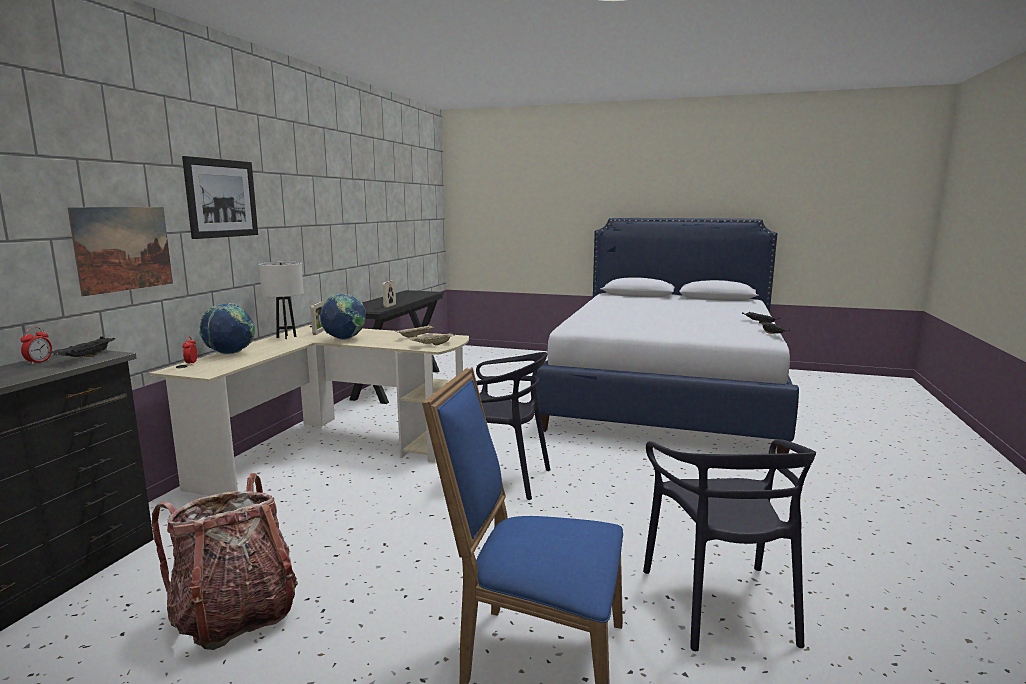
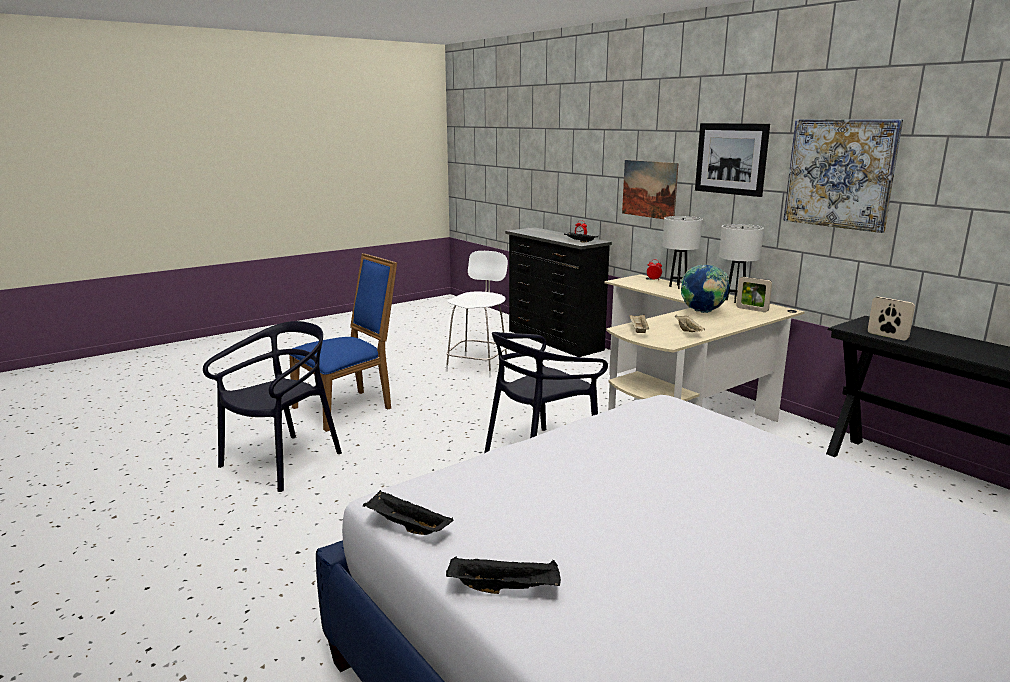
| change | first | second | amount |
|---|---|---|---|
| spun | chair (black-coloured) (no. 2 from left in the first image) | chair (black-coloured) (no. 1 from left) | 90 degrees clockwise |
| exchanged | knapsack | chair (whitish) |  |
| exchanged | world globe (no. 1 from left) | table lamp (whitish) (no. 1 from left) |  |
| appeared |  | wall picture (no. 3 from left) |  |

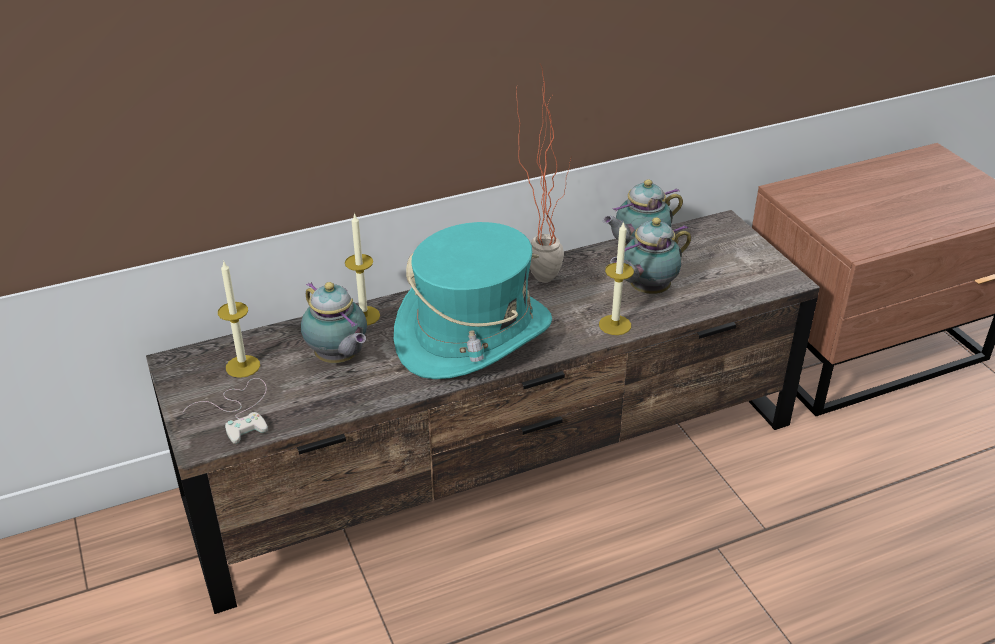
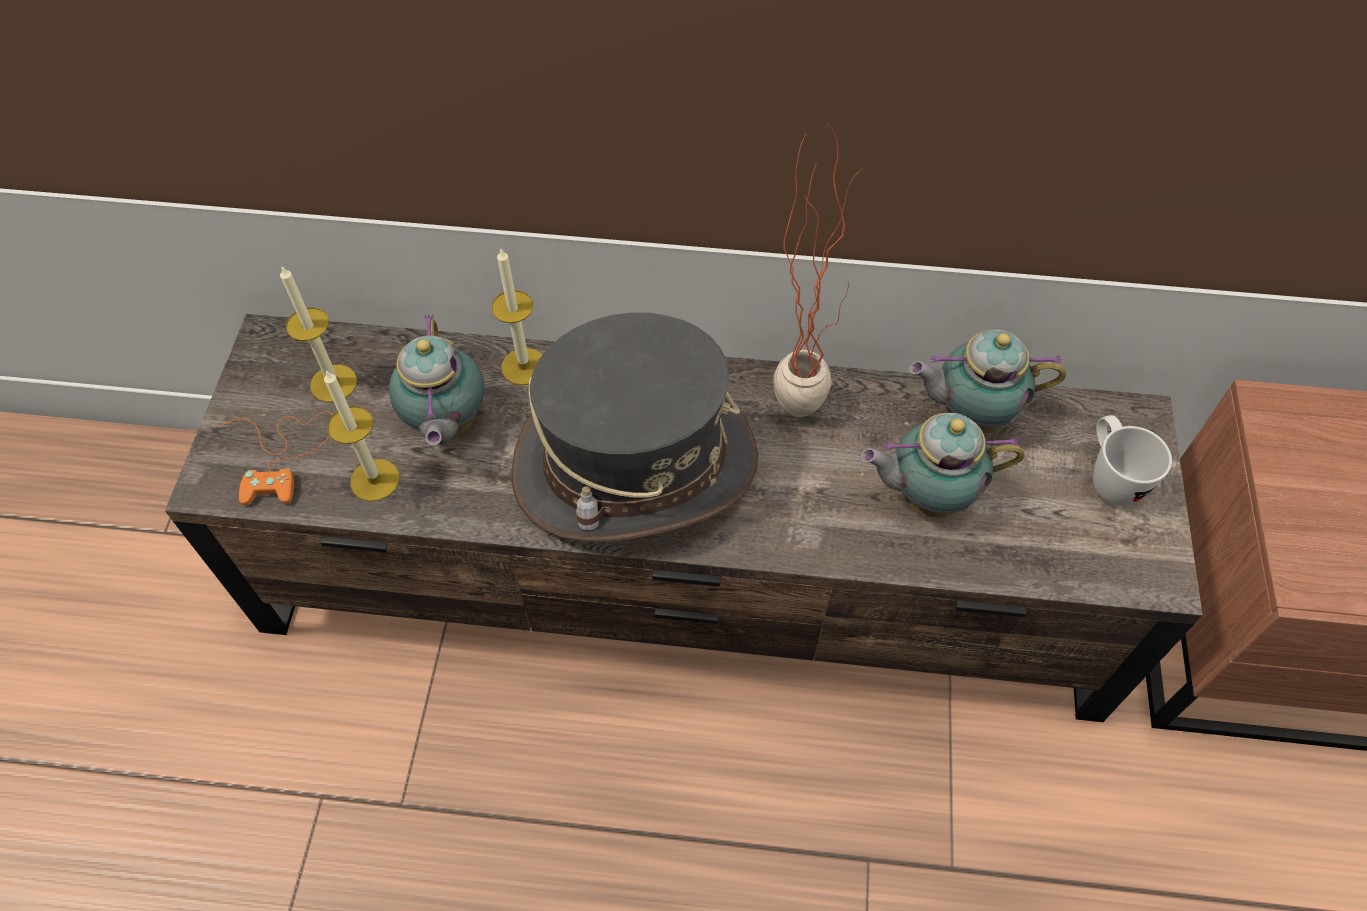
| change | first | second | amount |
|---|---|---|---|
| colour | gamepad (whitish) | gamepad (orange-coloured) |  |
| relocated | wax light (no. 3 from left in the first image) | wax light (no. 2 from left) |  |
| colour | hat (blue-green) | hat (greyish) |  |
| appeared |  | coffee mug (whitish) |  |

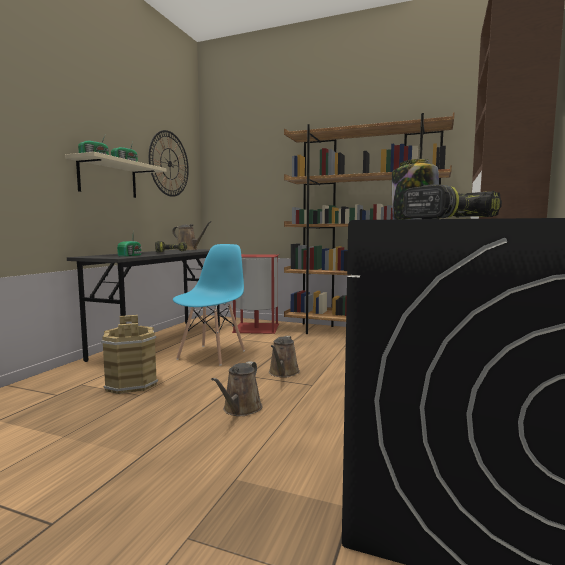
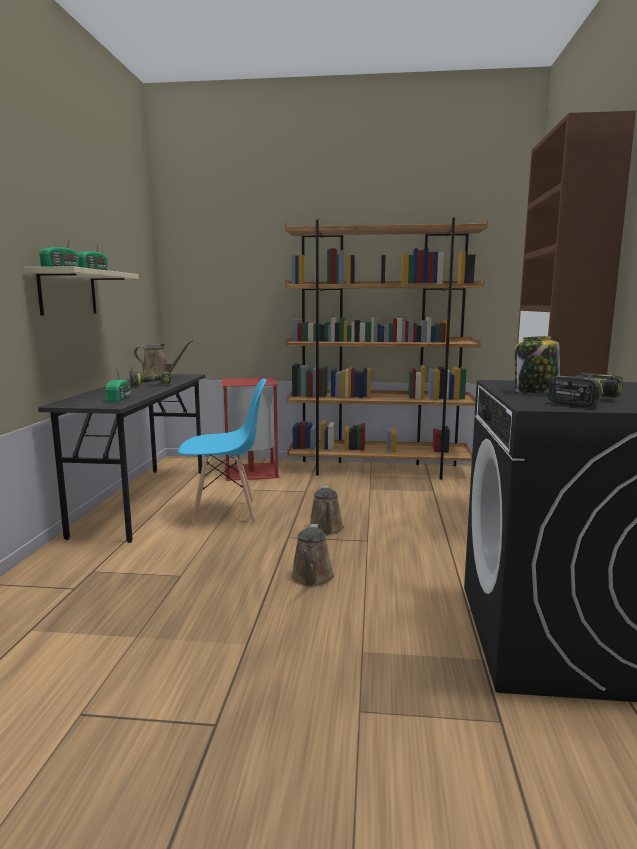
| change | first | second | amount |
|---|---|---|---|
| spun | chair (blue-coloured) |  | 75 degrees clockwise |
| missing | pail (brown) |  |  |
| missing | wall clock |  |  |

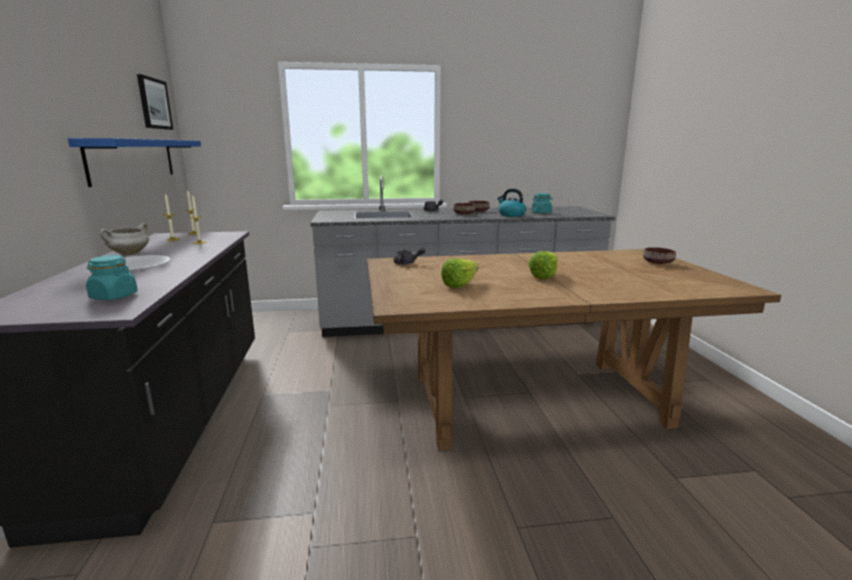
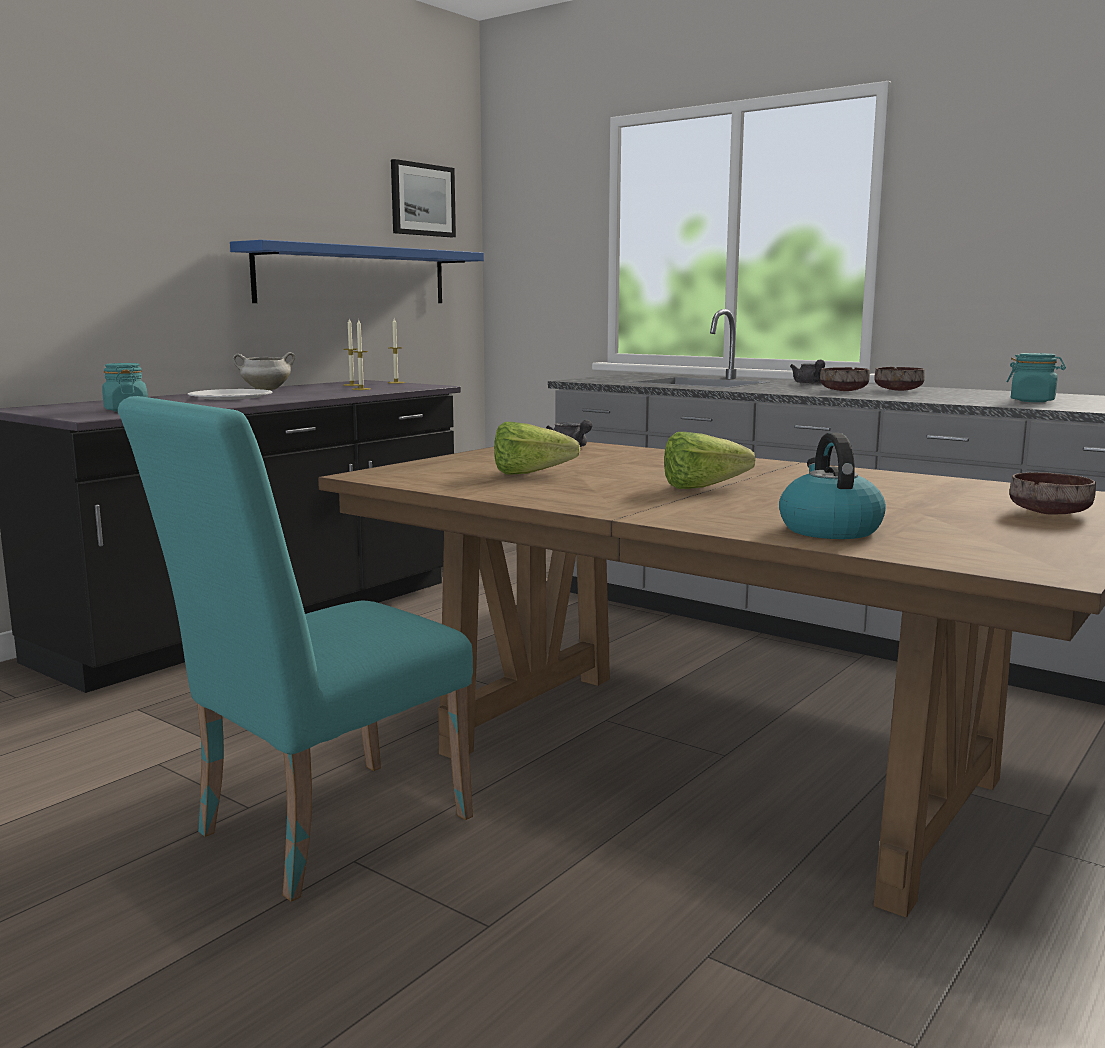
| change | first | second | amount |
|---|---|---|---|
| appeared |  | chair (blue-green) |  |
| relocated | tea kettle |  |  |

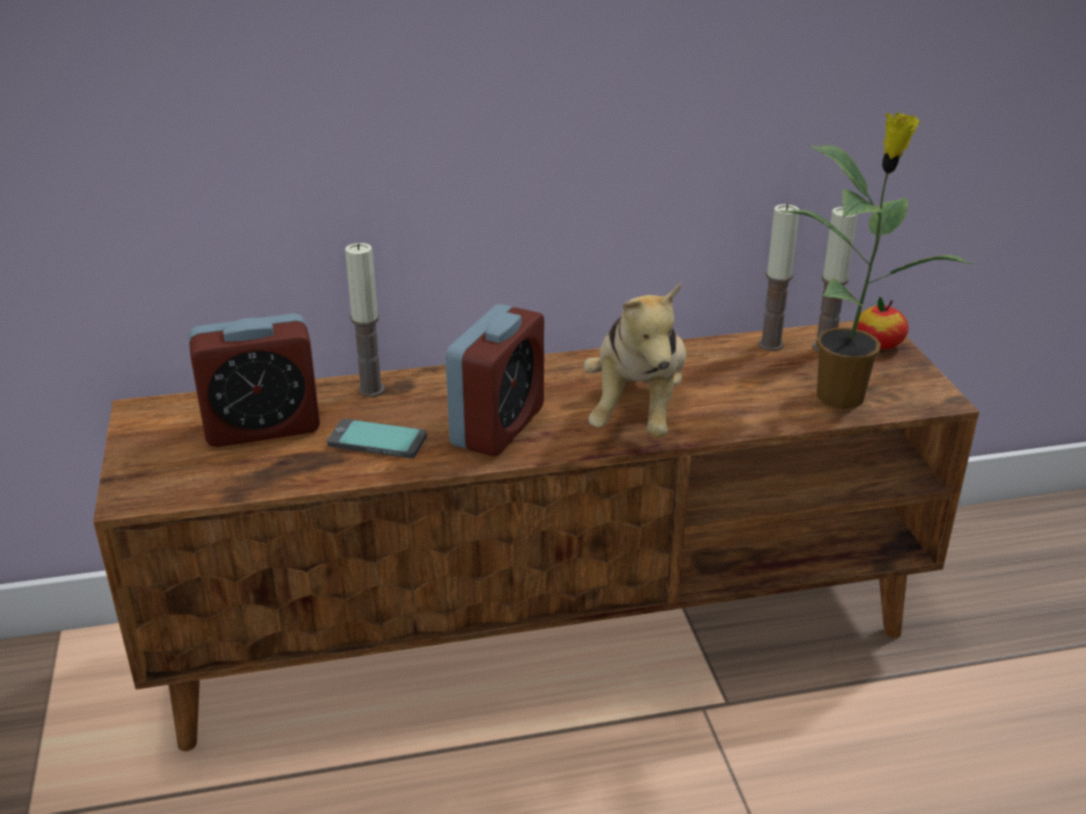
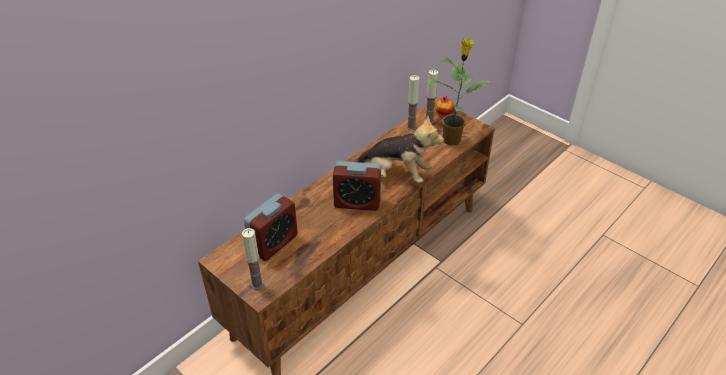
| change | first | second | amount |
|---|---|---|---|
| relocated | wax light (no. 1 from left) |  |  |
| spun | table clock (no. 2 from left) |  | 105 degrees clockwise |
| spun | soft toy |  | 45 degrees counterclockwise |
| missing | telephone |  |  |

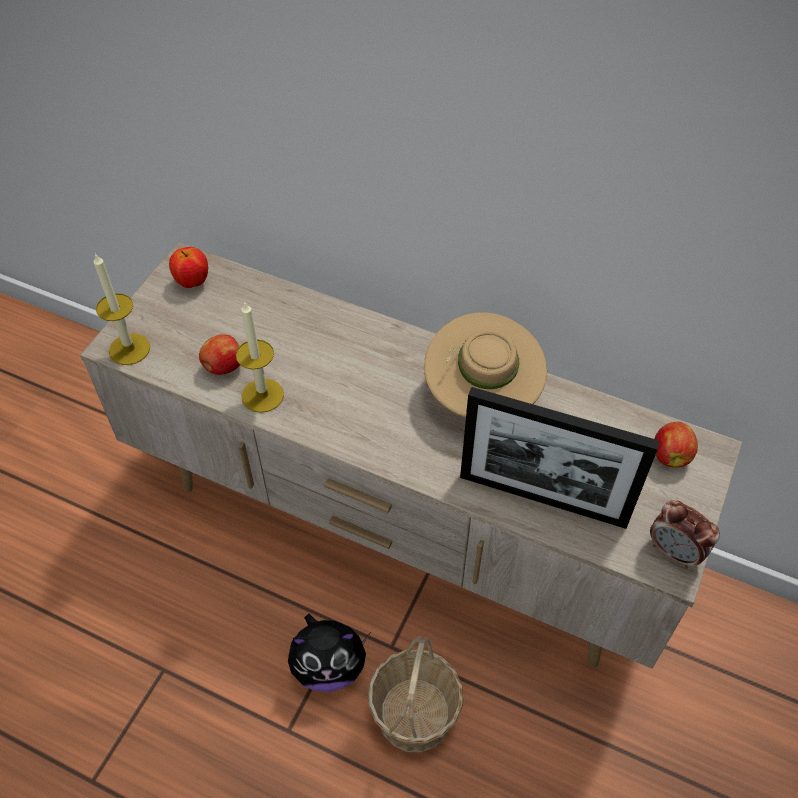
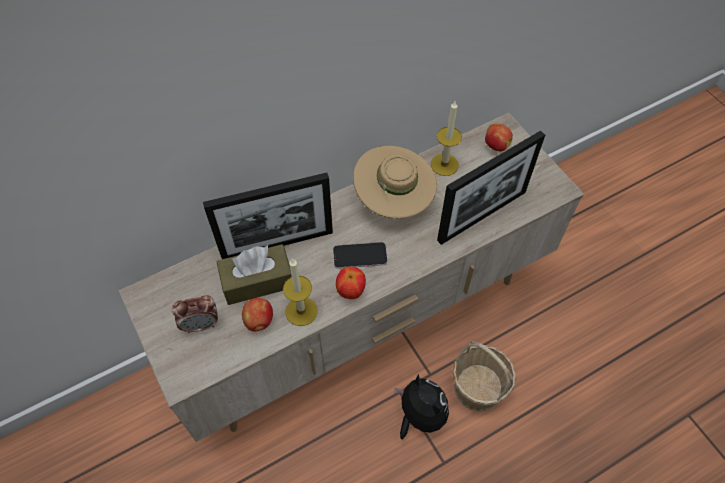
| change | first | second | amount |
|---|---|---|---|
| relocated | table clock |  |  |
| appeared |  | standing frame (no. 1 from left) |  |
| appeared |  | tissue box (brown) |  |
| appeared |  | telephone |  |
| relocated | whole apple (no. 1 from left in the first image) | whole apple (no. 2 from left) |  |
| spun | soft toy |  | 60 degrees counterclockwise |
| relocated | wax light (no. 1 from left in the first image) | wax light (no. 2 from left) |  |

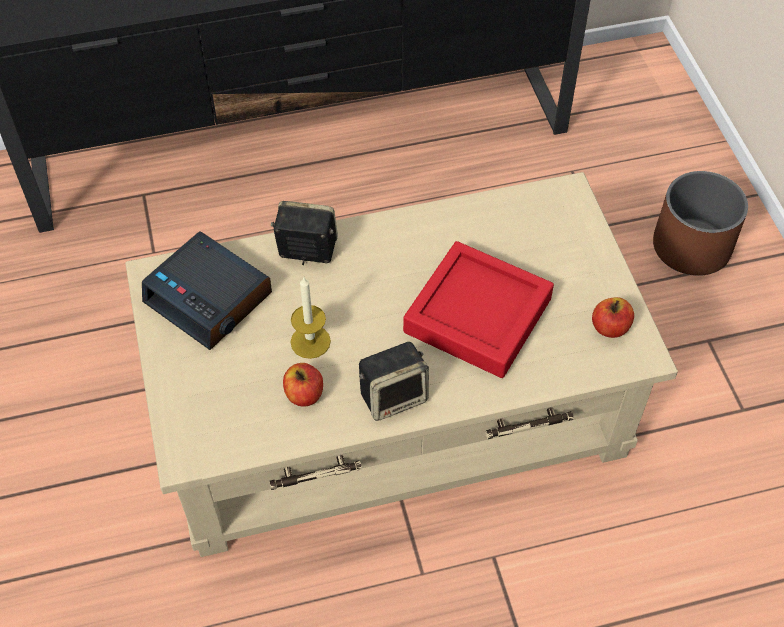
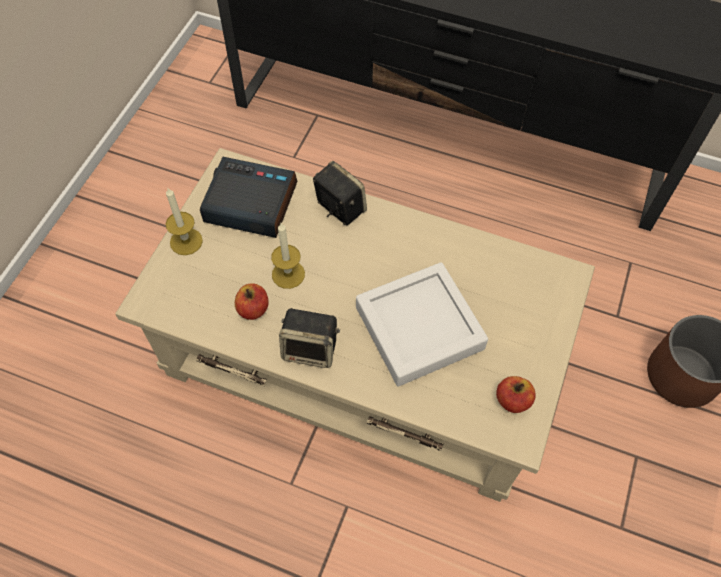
| change | first | second | amount |
|---|---|---|---|
| appeared |  | wax light (no. 1 from left) |  |
| spun | table clock |  | 120 degrees clockwise |
| colour | carrying tray (reddish) | carrying tray (whitish) |  |

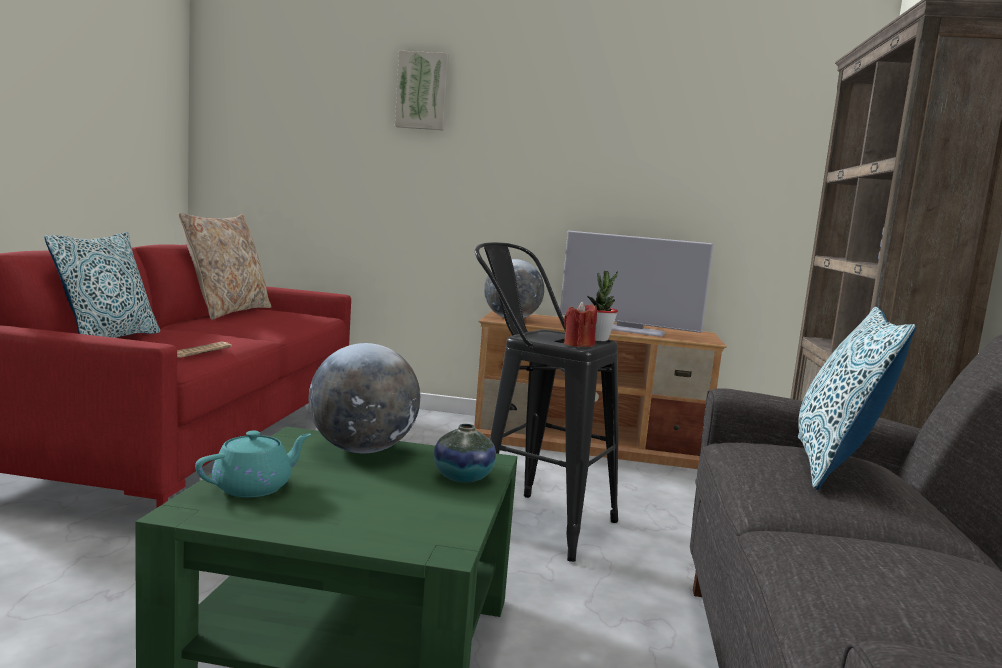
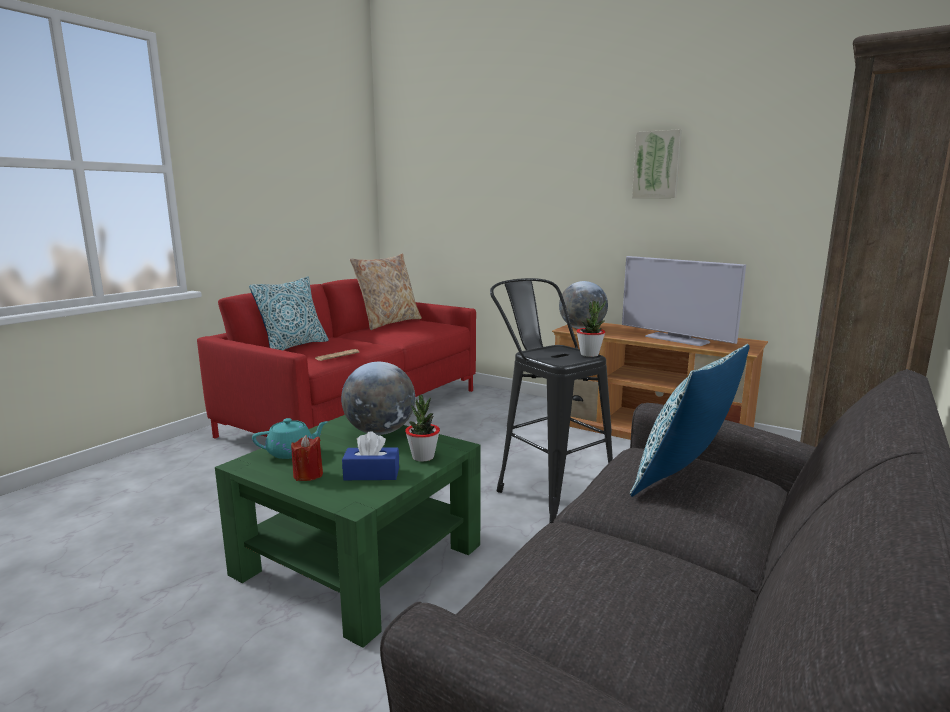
| change | first | second | amount |
|---|---|---|---|
| relocated | wax light (reddish) |  |  |
| appeared |  | tissue box (blue-coloured) |  |
| exchanged | decorative vase | houseplant (no. 1 from left) |  |
| relocated | wall picture |  |  |

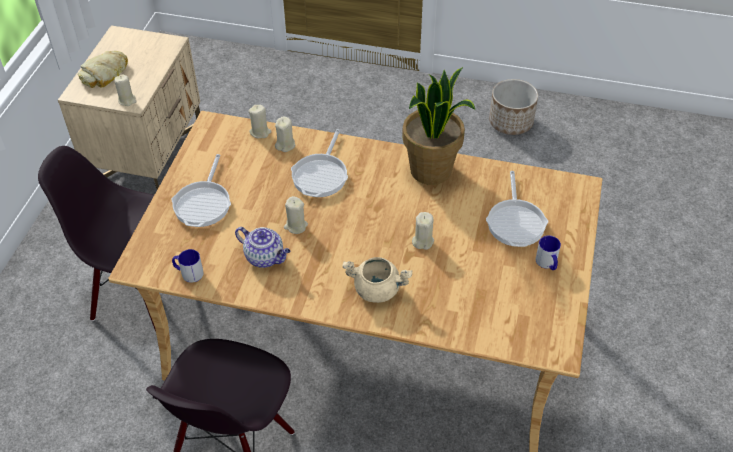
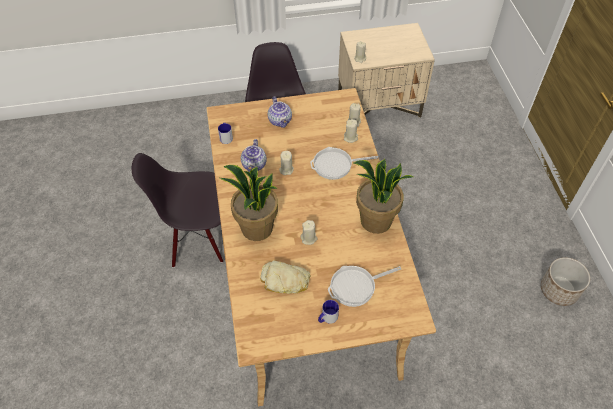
| change | first | second | amount |
|---|---|---|---|
| exchanged | cooking pot (sand-coloured) | houseplant (no. 1 from left) |  |
| relocated | baked bread |  |  |
| exchanged | pan (no. 1 from left) | pot for tea (no. 2 from left) |  |

